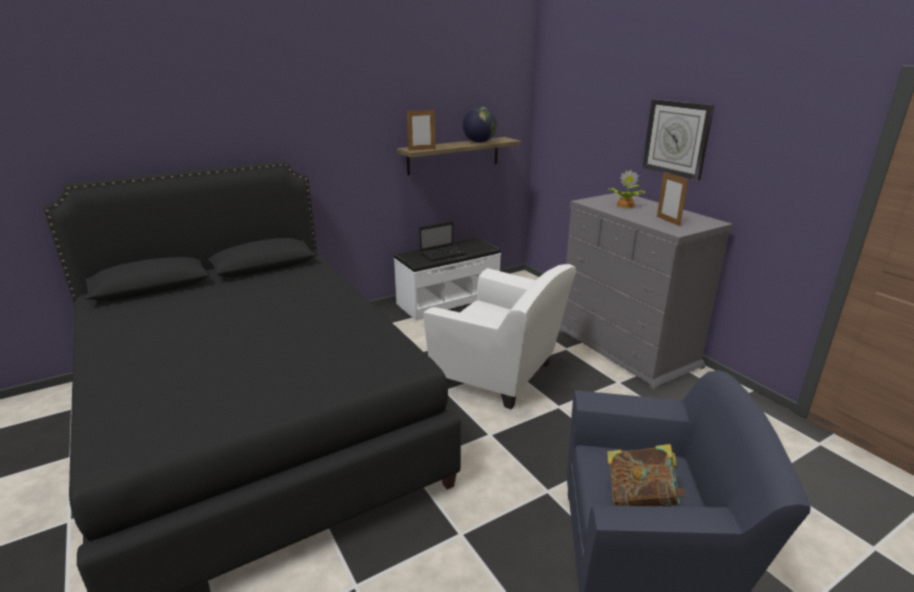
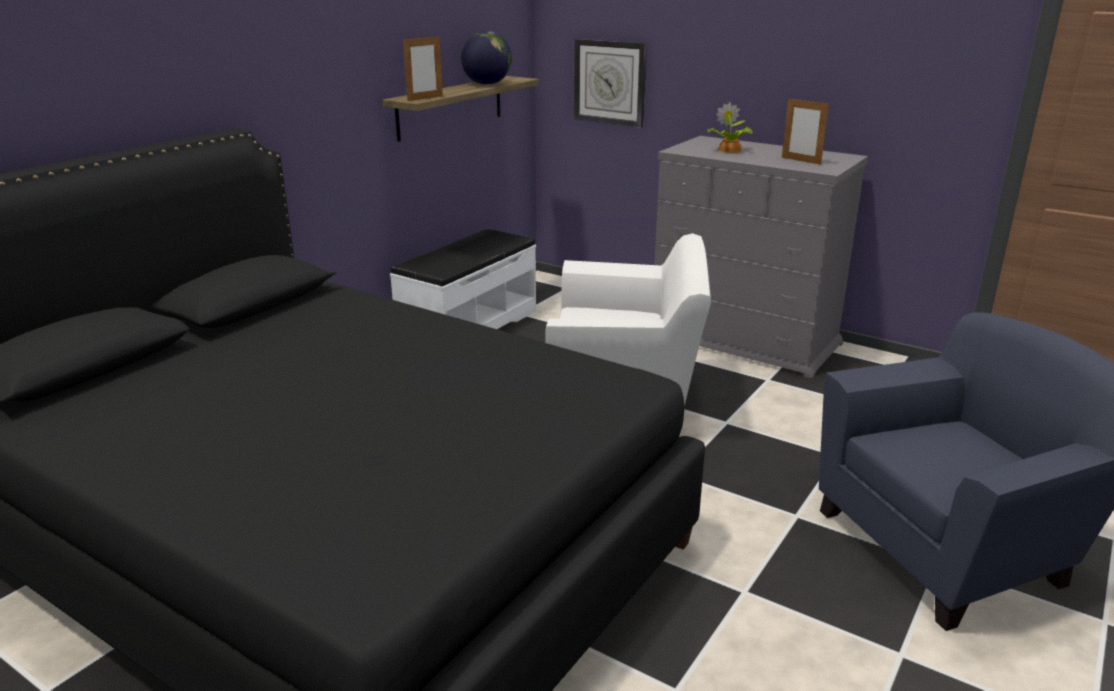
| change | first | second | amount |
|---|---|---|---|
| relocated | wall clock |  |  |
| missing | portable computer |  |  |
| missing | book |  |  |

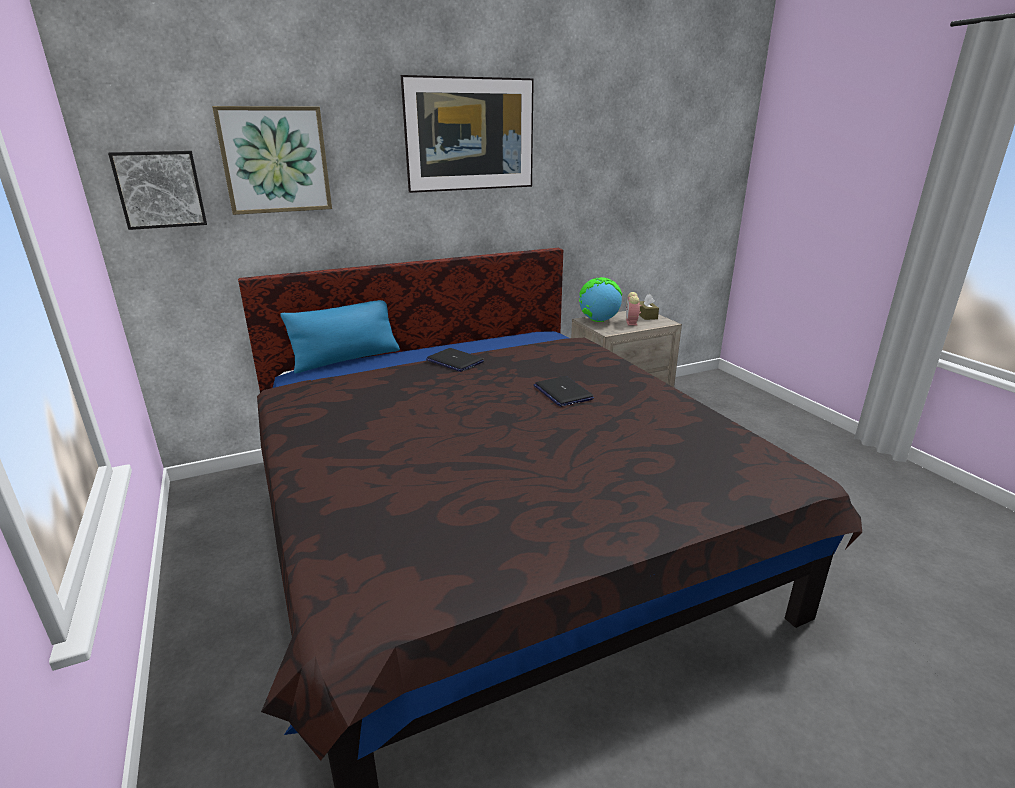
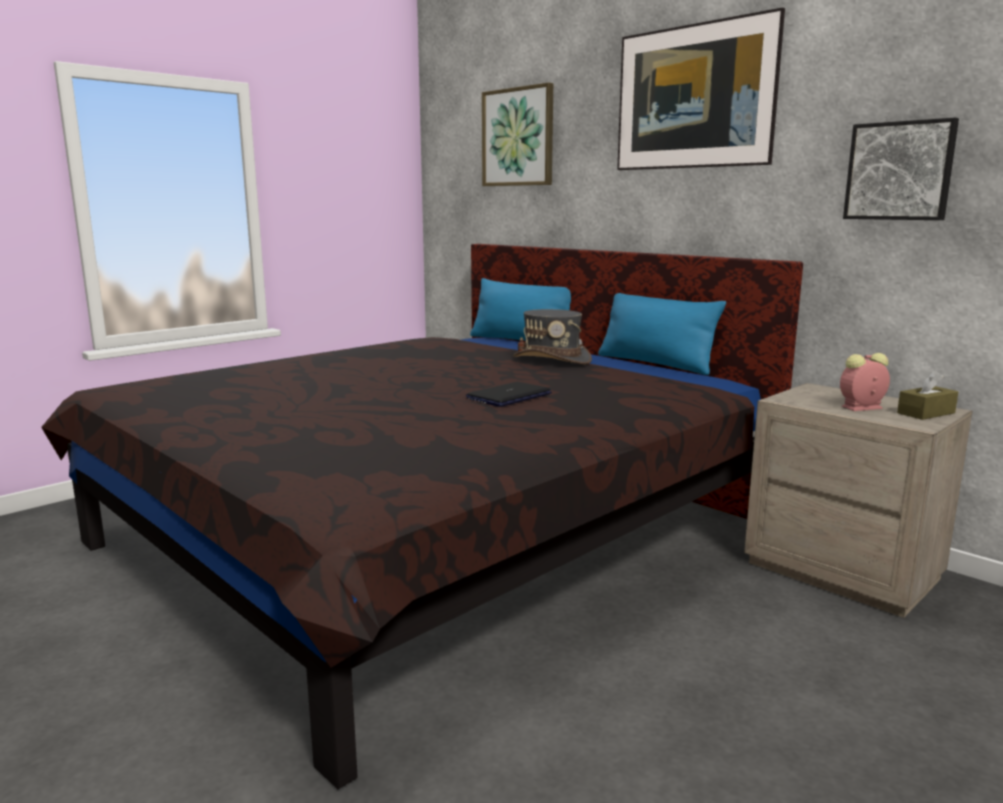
| change | first | second | amount |
|---|---|---|---|
| exchanged | portable computer (no. 1 from left) | hat (greyish) |  |
| appeared |  | pillow (blue-coloured) (no. 2 from left) |  |
| relocated | wall picture (no. 1 from left in the first image) | wall picture (no. 3 from left) |  |
| missing | world globe |  |  |

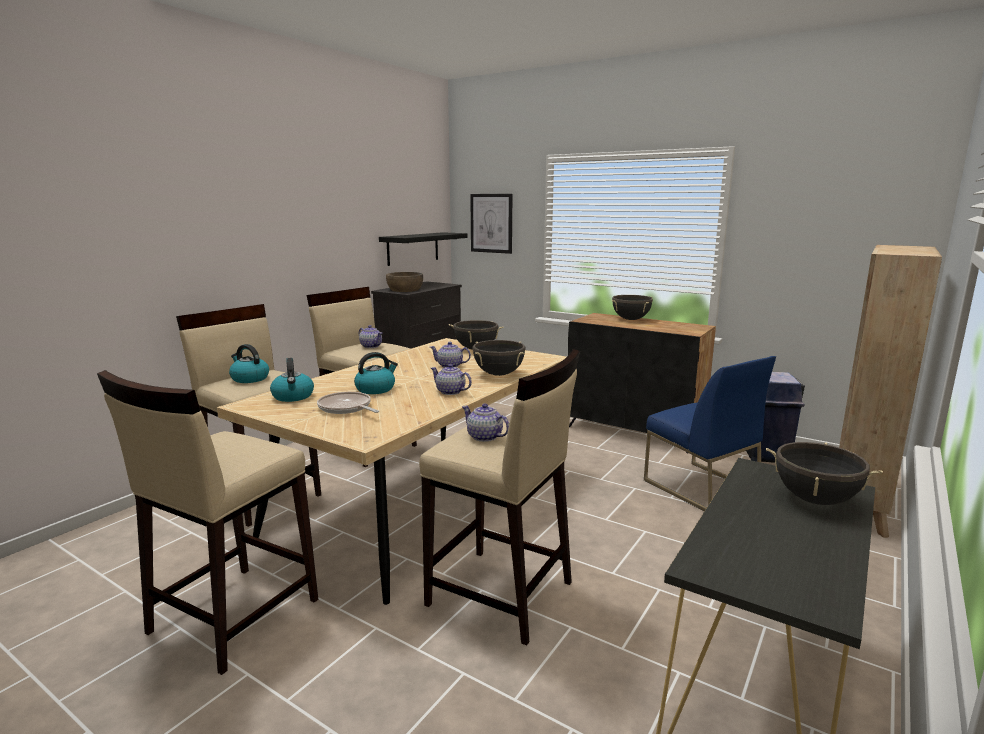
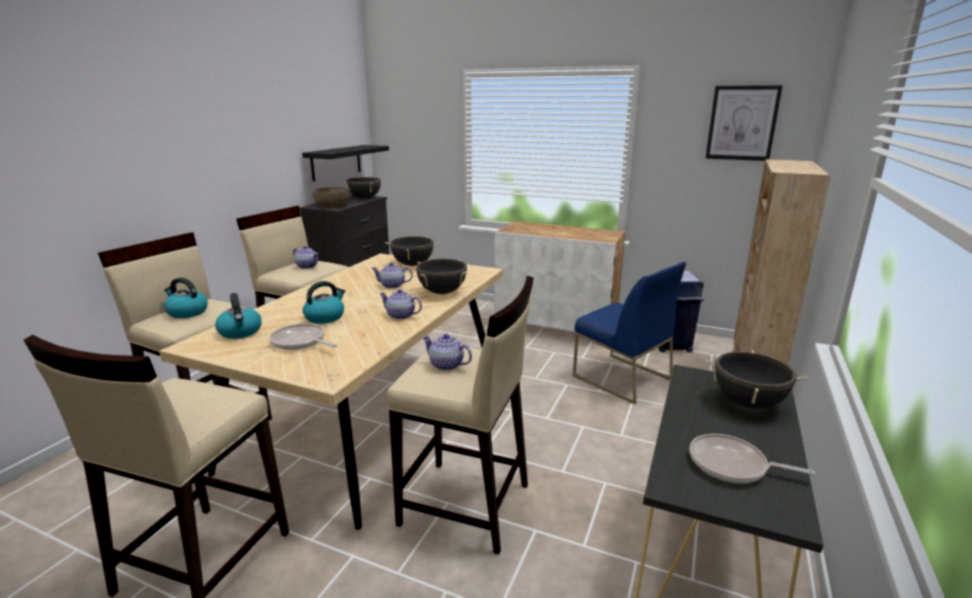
| change | first | second | amount |
|---|---|---|---|
| relocated | cooking pot (black-coloured) (no. 3 from left in the first image) | cooking pot (black-coloured) (no. 1 from left) |  |
| colour | cupboard (black-coloured) | cupboard (whitish) |  |
| appeared |  | pan (no. 2 from left) |  |
| relocated | wall picture |  |  |

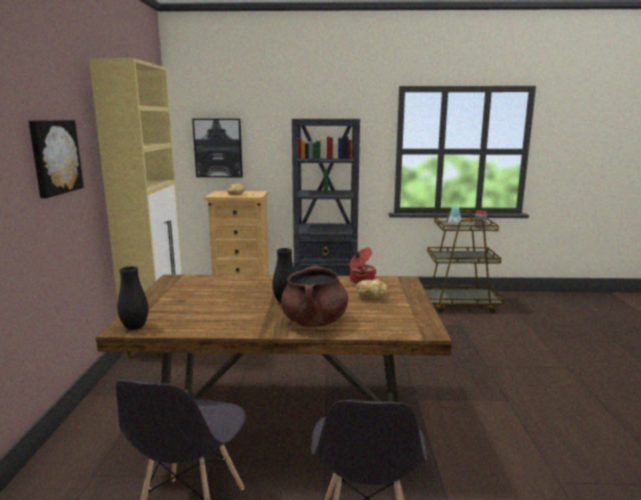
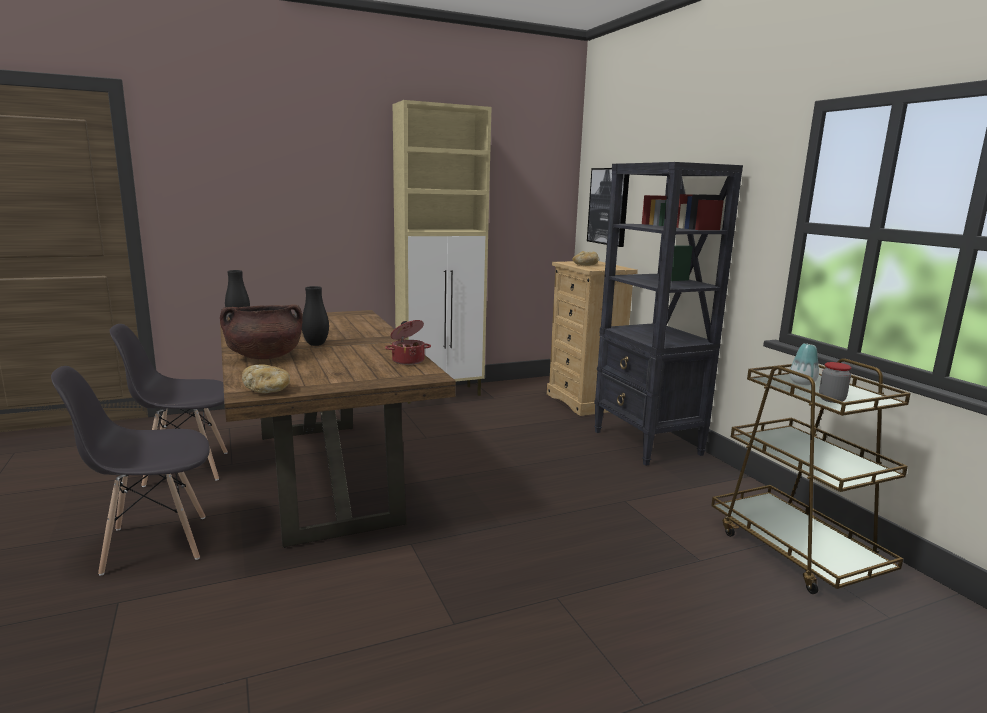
| change | first | second | amount |
|---|---|---|---|
| relocated | baked bread (no. 2 from left in the first image) | baked bread (no. 1 from left) |  |
| missing | wall picture (no. 1 from left) |  |  |

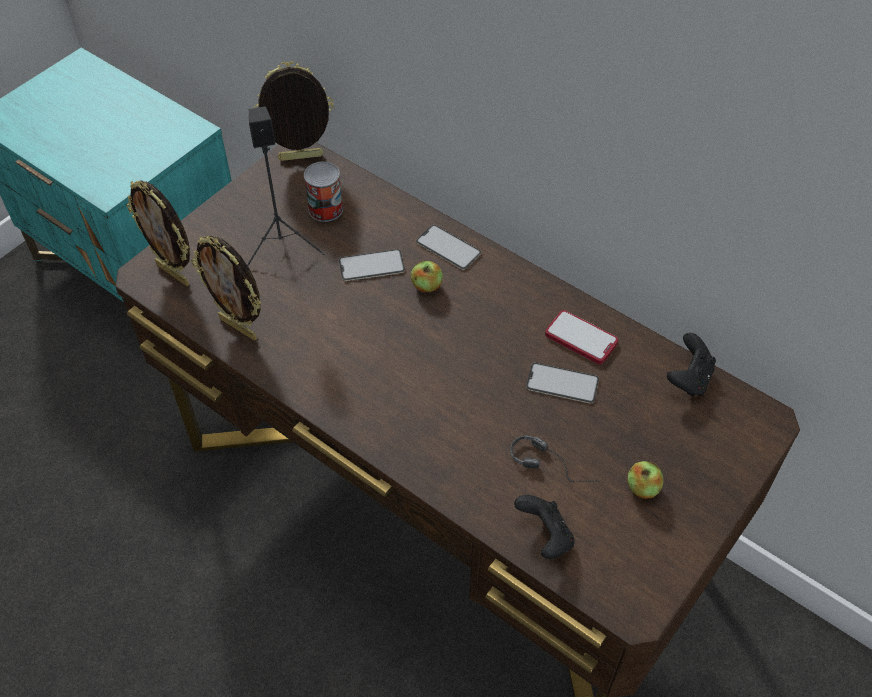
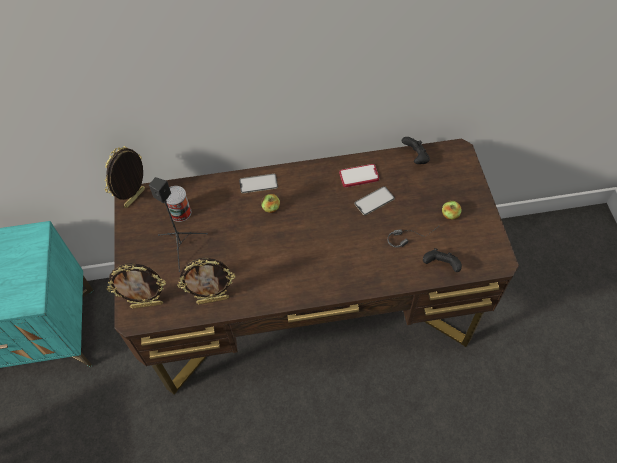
| change | first | second | amount |
|---|---|---|---|
| missing | telephone (no. 1 from left) |  |  |

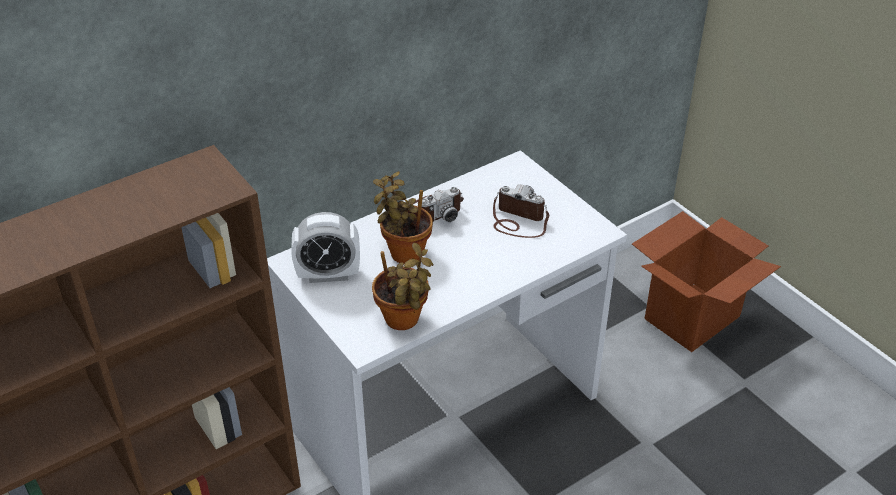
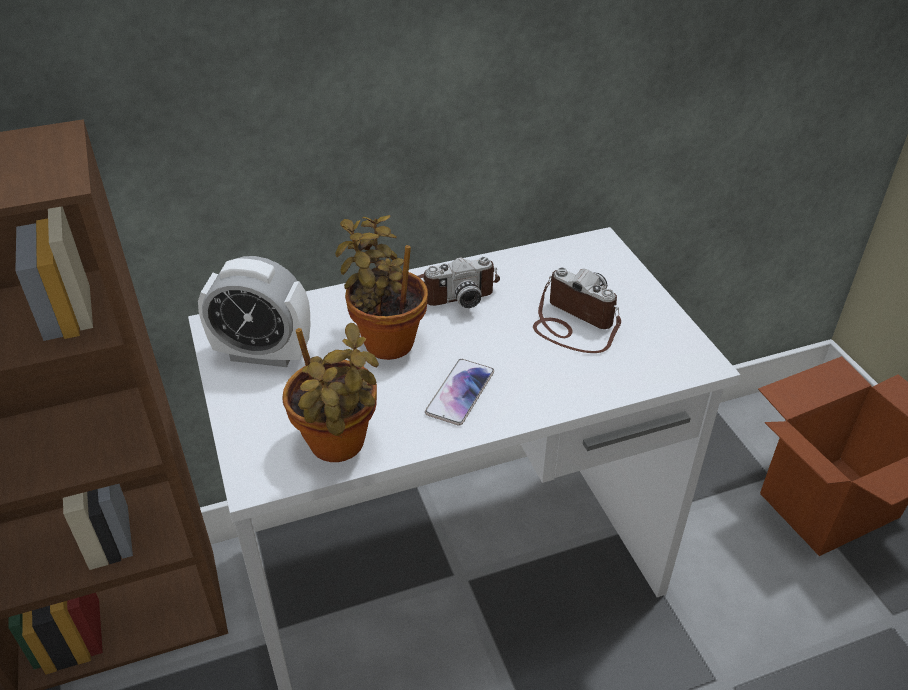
| change | first | second | amount |
|---|---|---|---|
| appeared |  | telephone |  |

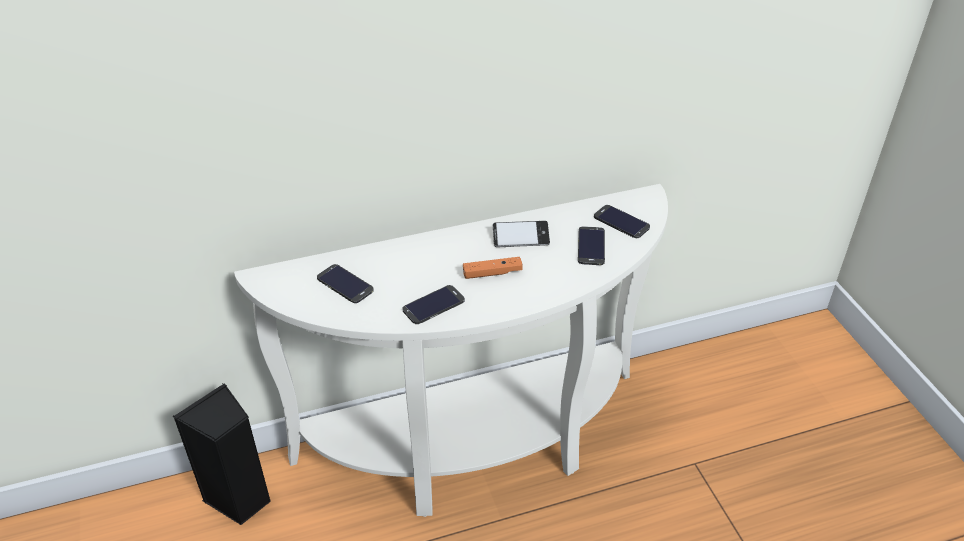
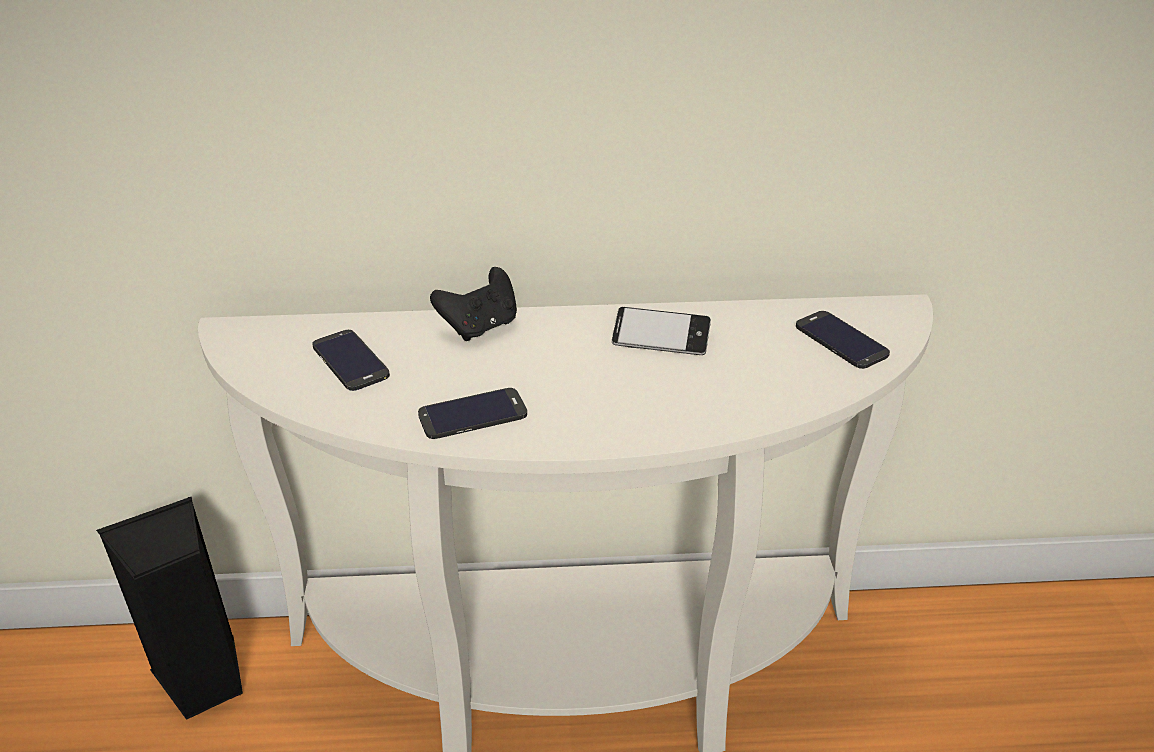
| change | first | second | amount |
|---|---|---|---|
| appeared |  | gamepad (black-coloured) |  |
| missing | gamepad (orange-coloured) |  |  |
| missing | telephone (no. 4 from left) |  |  |

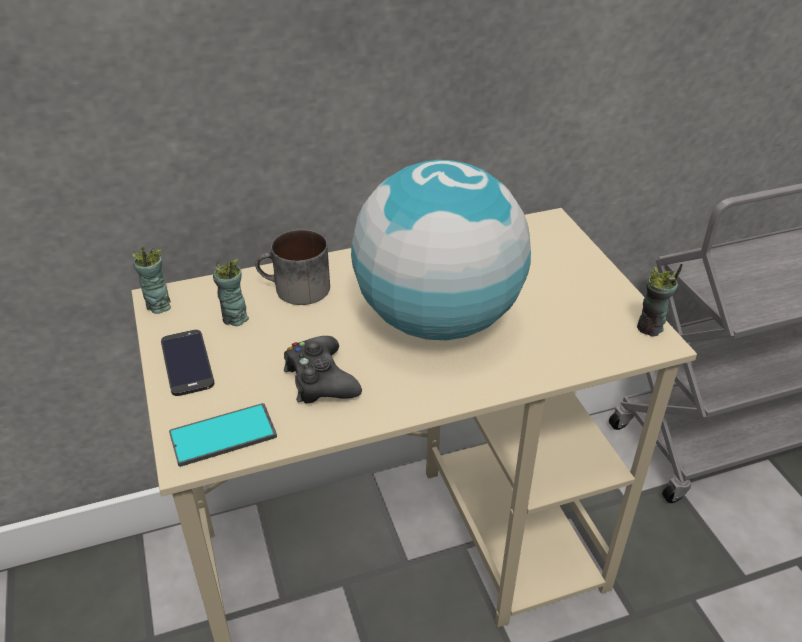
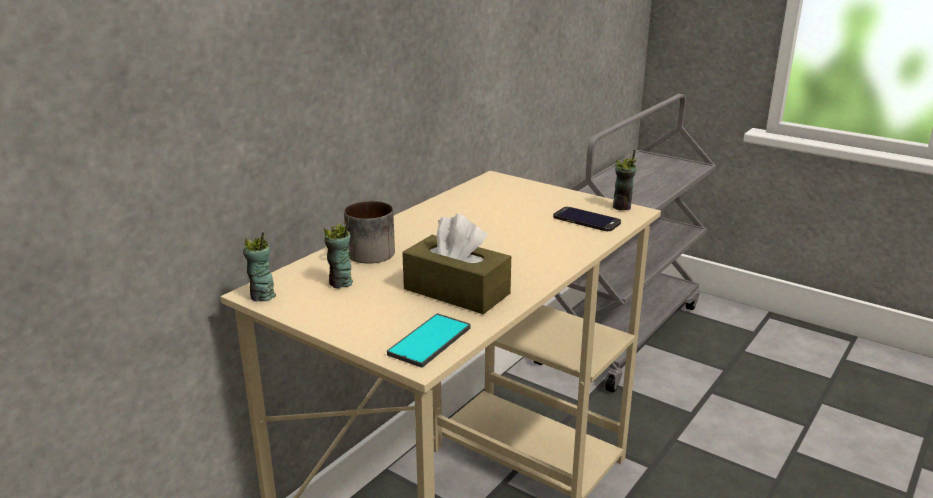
| change | first | second | amount |
|---|---|---|---|
| exchanged | gamepad (black-coloured) | tissue box (brown) |  |
| relocated | telephone (no. 1 from left in the first image) | telephone (no. 2 from left) |  |
| missing | world globe |  |  |

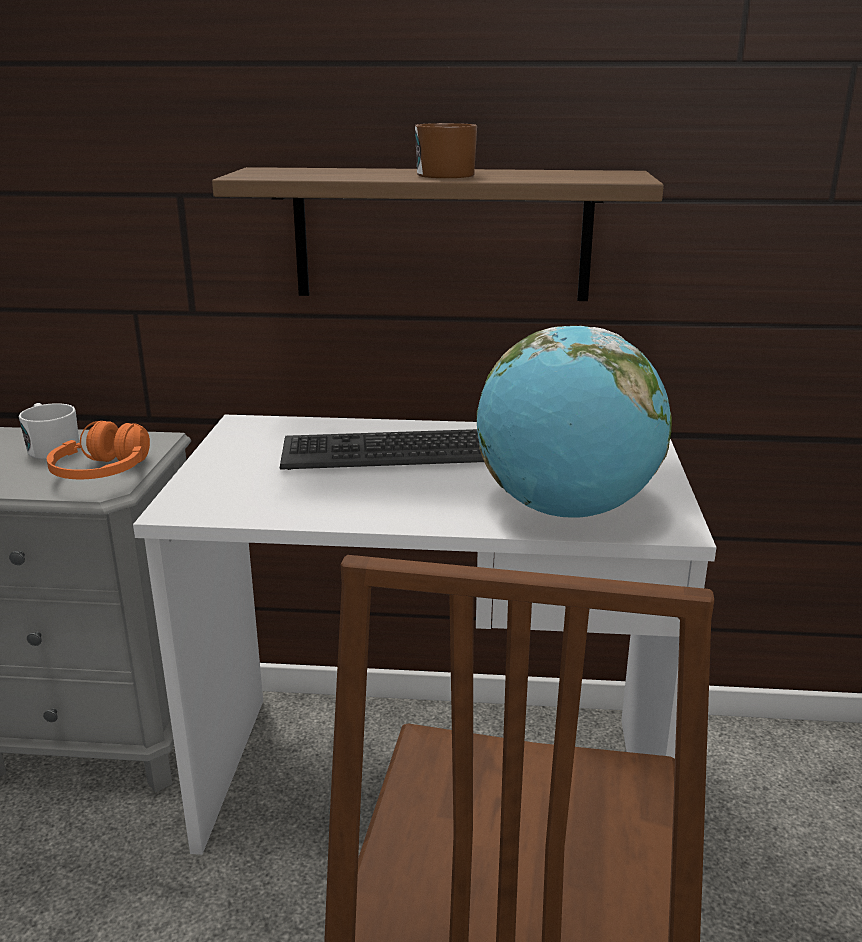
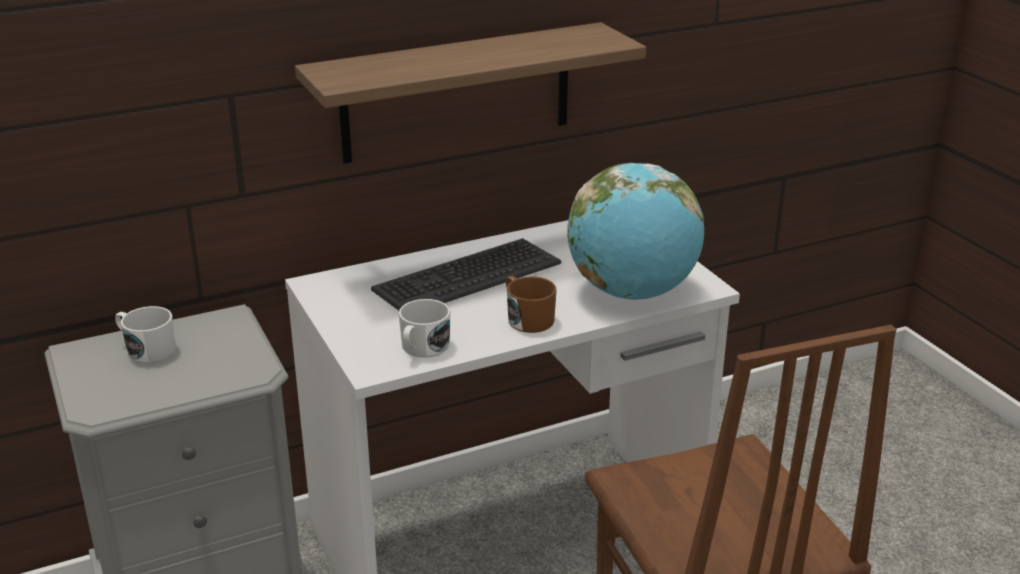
| change | first | second | amount |
|---|---|---|---|
| appeared |  | coffee mug (whitish) (no. 2 from left) |  |
| relocated | coffee mug (brown) |  |  |
| missing | pair of headphones (orange-coloured) |  |  |

